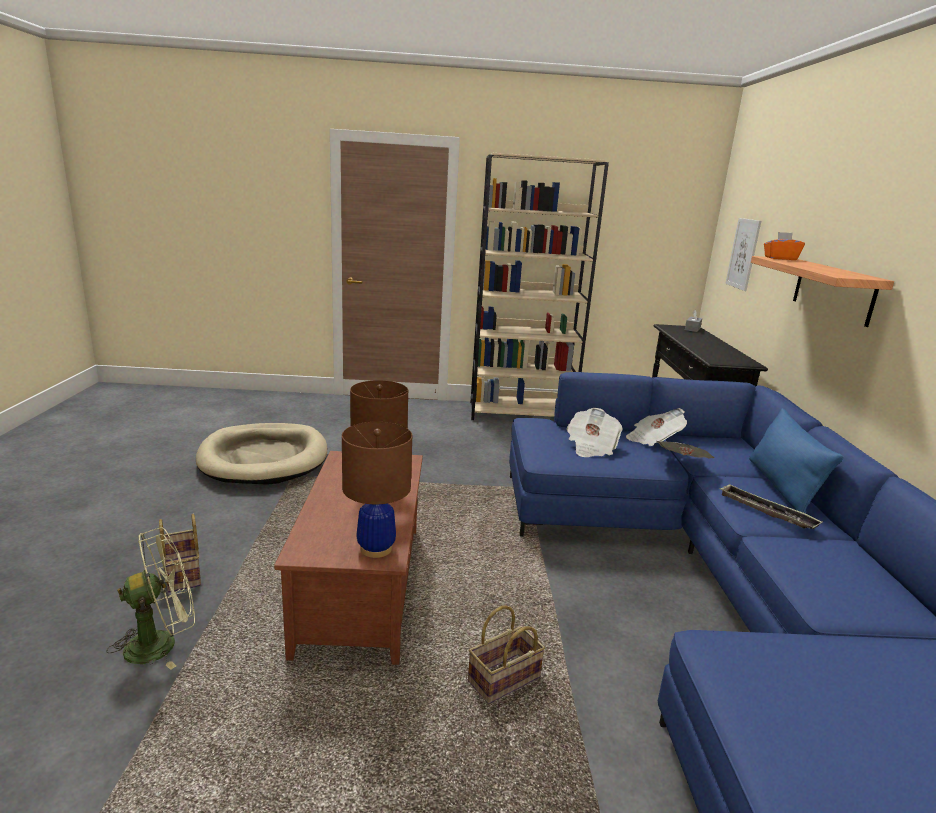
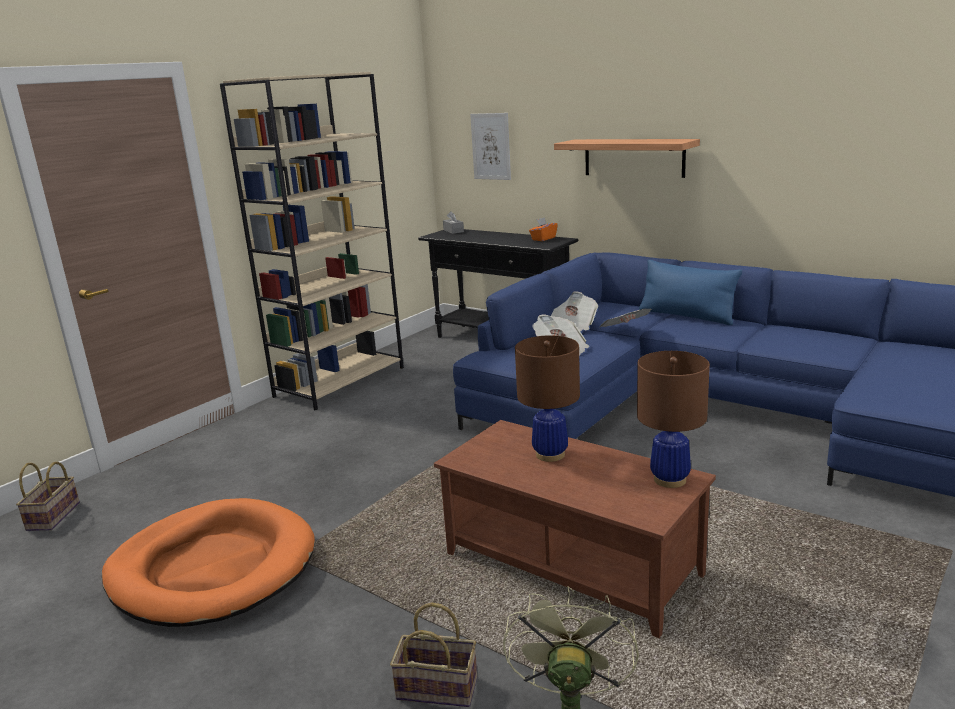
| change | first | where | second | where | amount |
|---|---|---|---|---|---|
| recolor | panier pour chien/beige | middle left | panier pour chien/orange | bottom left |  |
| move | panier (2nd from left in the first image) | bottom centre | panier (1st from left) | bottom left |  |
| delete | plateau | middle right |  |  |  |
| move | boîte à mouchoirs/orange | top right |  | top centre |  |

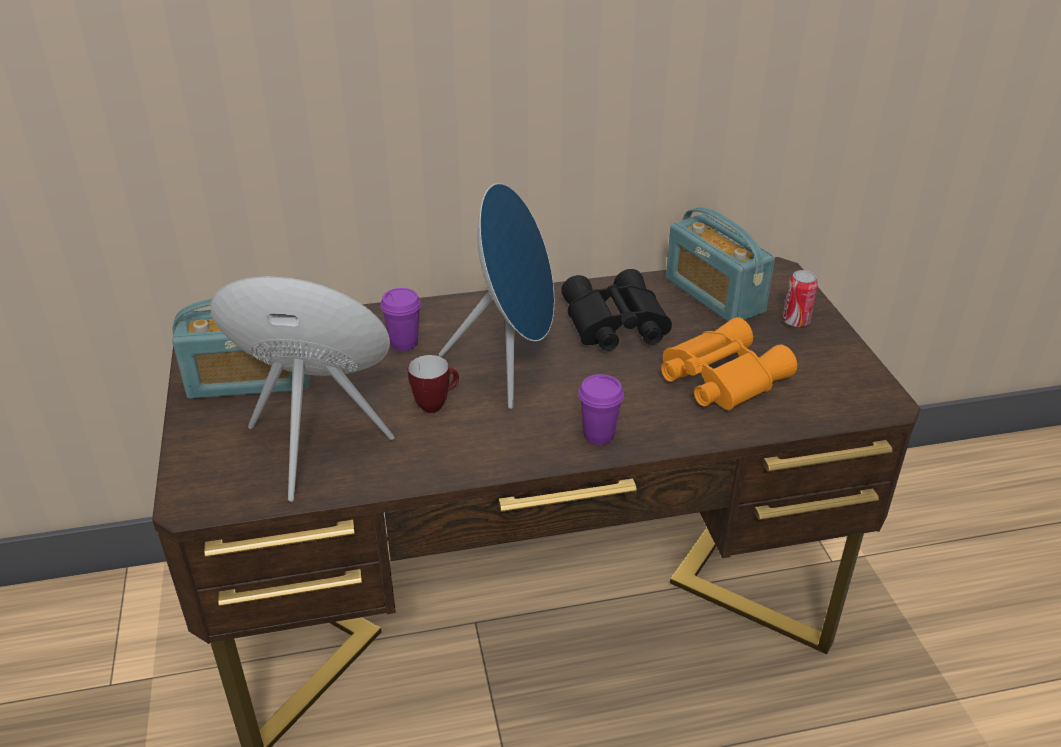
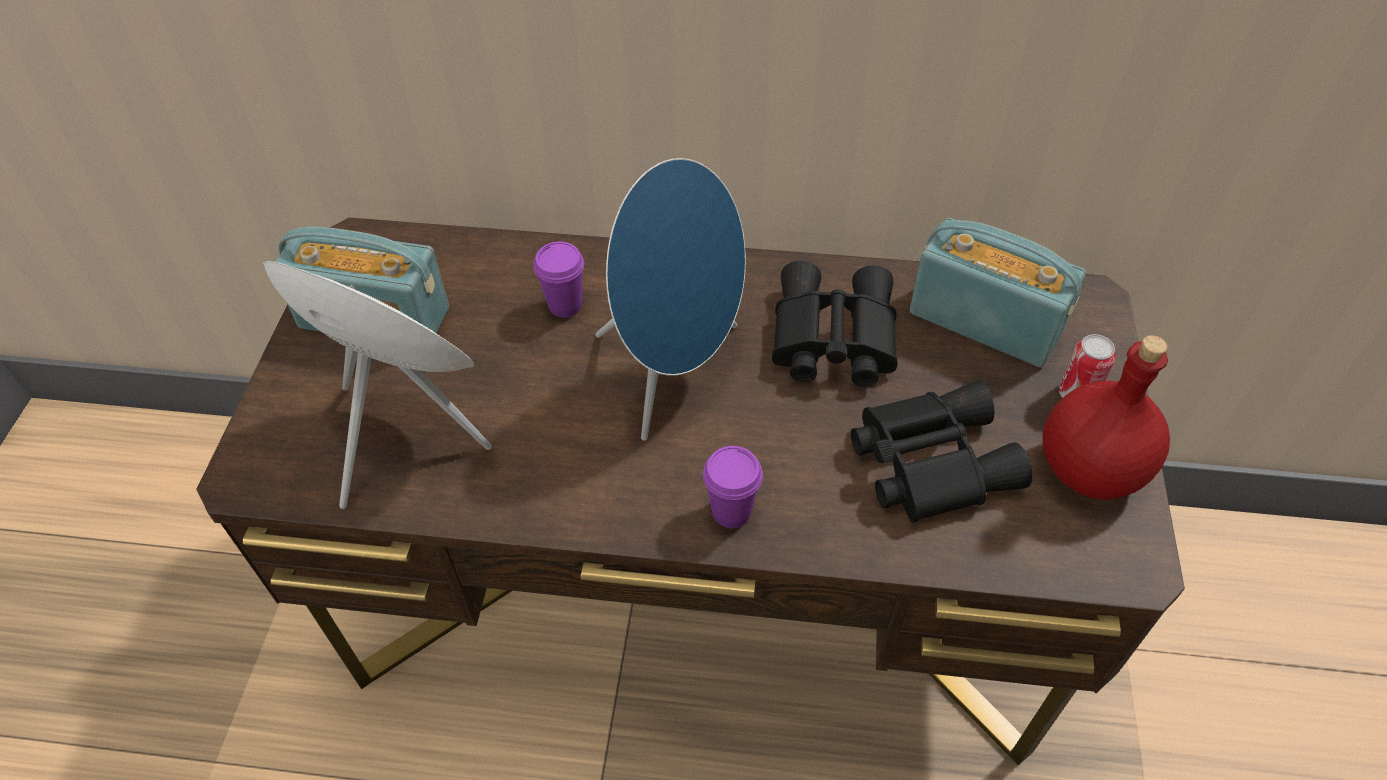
| change | first | where | second | where | amount |
|---|---|---|---|---|---|
| delete | mug | centre |  |  |  |
| recolor | jumelles/orange | middle right | jumelles/noir (2nd from left) | middle right |  |
| rotate | radio (2nd from left) | middle right |  | middle right | 135 degrees clockwise |
| insert |  |  | bouteille/rouge | middle right |  |

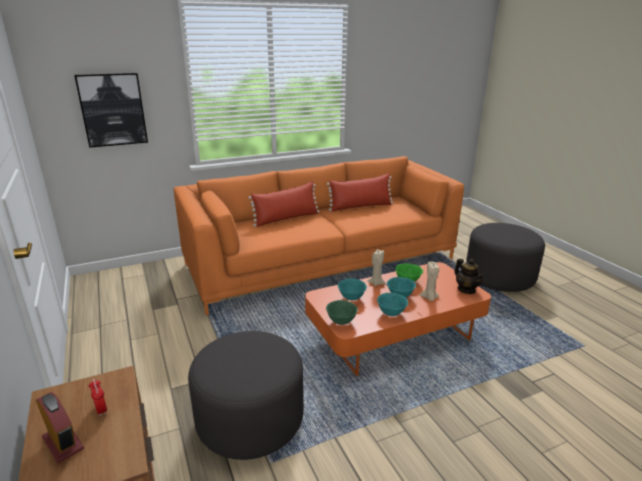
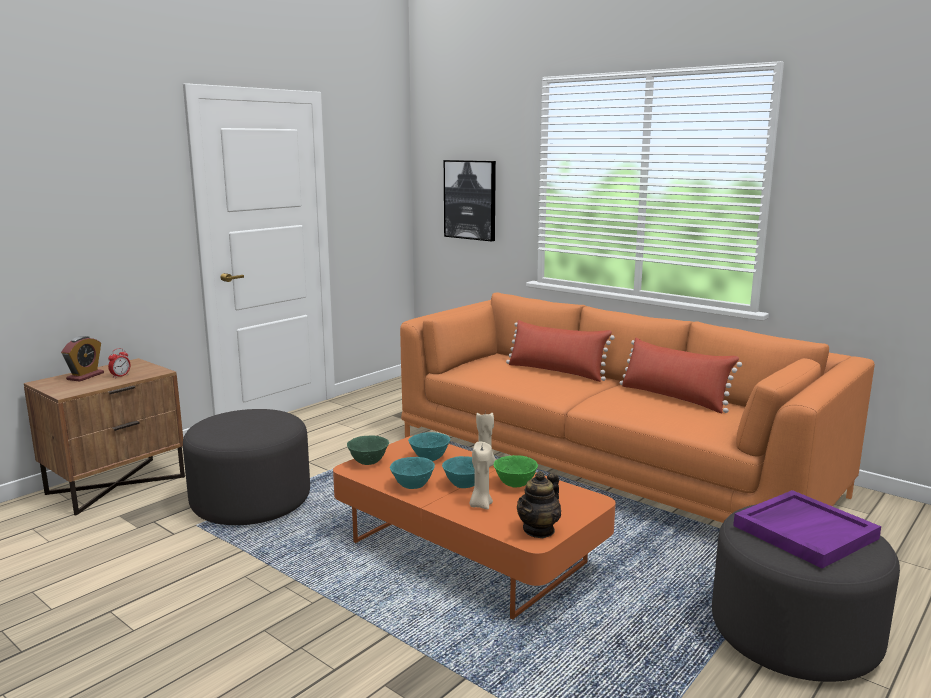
| change | first | where | second | where | amount |
|---|---|---|---|---|---|
| insert |  |  | plateau/violet | bottom right |  |

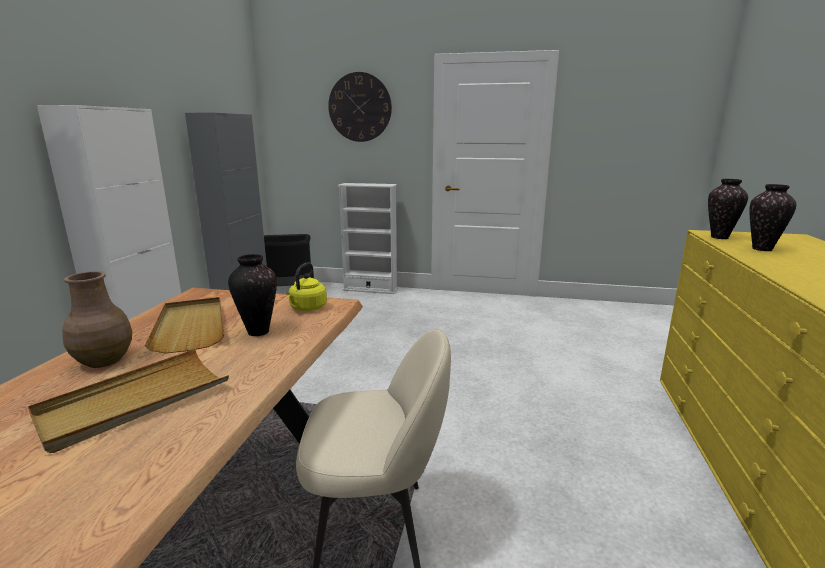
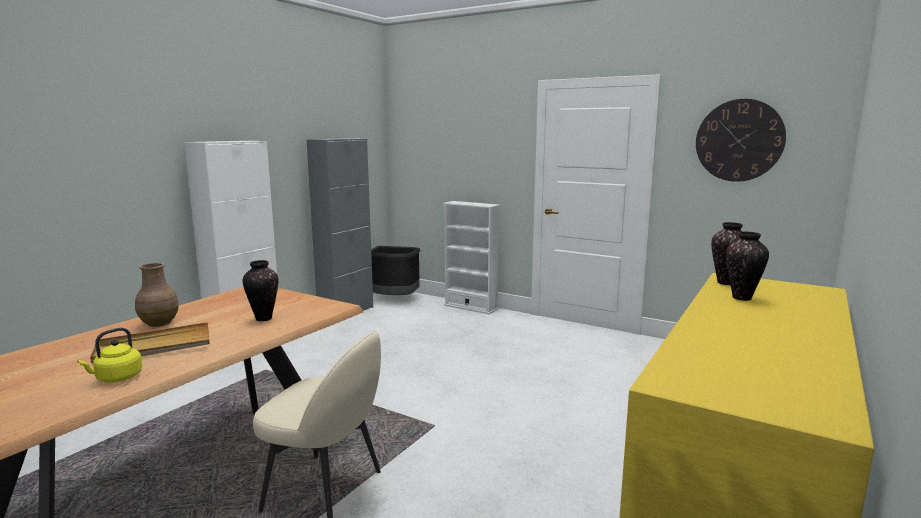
| change | first | where | second | where | amount |
|---|---|---|---|---|---|
| delete | plateau/beige (2nd from left) | middle left |  |  |  |
| move | bouilloire/jaune | centre |  | bottom left |  |
| move | horloge murale | top centre |  | top right |  |

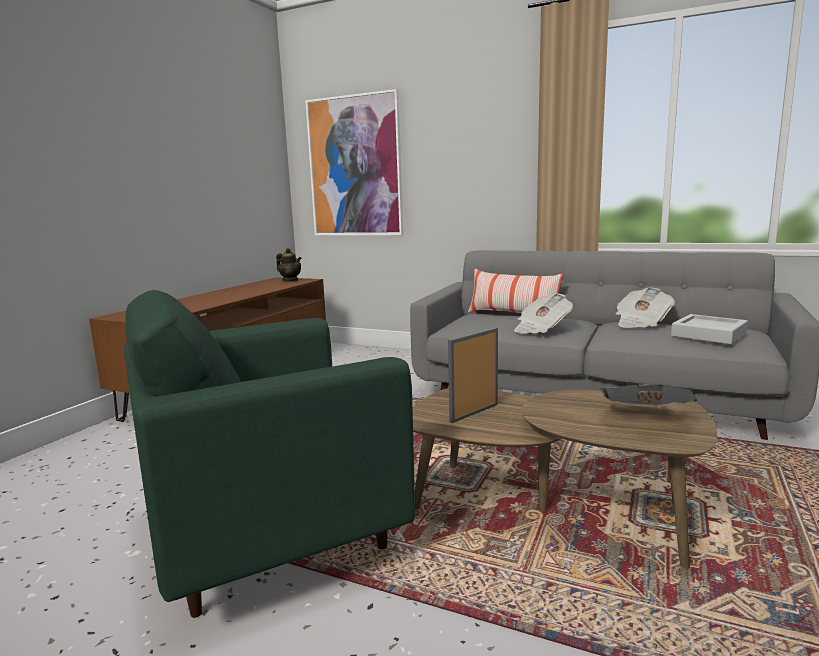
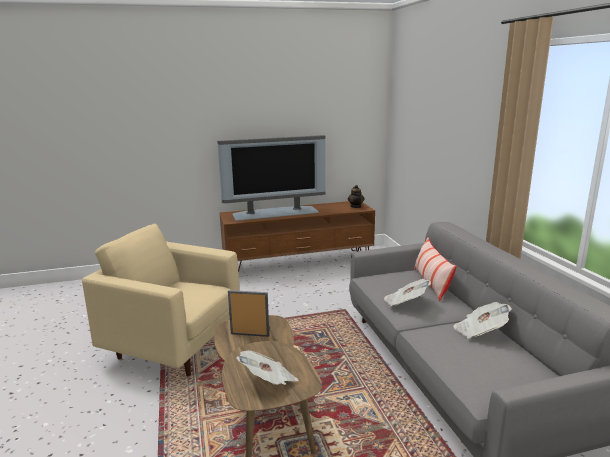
| change | first | where | second | where | amount |
|---|---|---|---|---|---|
| recolor | fauteuil/vert | bottom left | fauteuil/beige | middle left |  |
| delete | tableau | top centre |  |  |  |
| delete | plateau/gris | middle right |  |  |  |
| insert |  |  | téléviseur | centre |  |

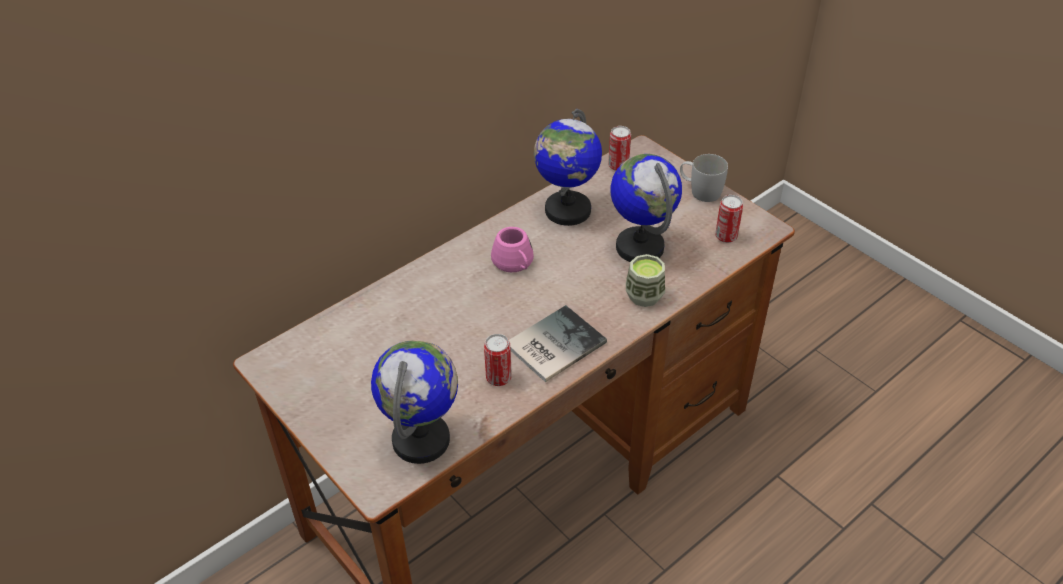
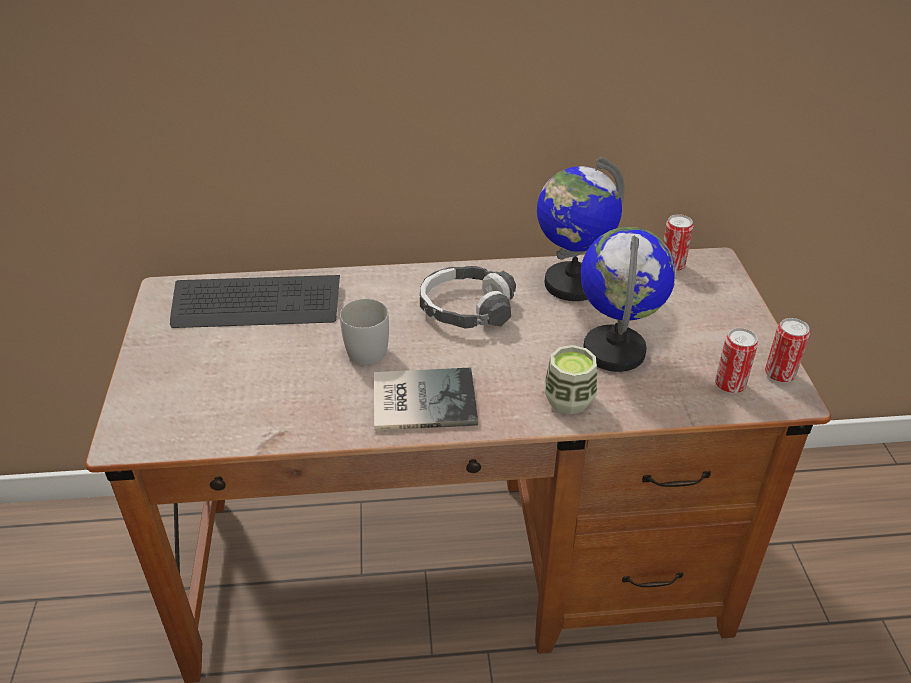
| change | first | where | second | where | amount |
|---|---|---|---|---|---|
| delete | globe (1st from left) | bottom centre |  |  |  |
| move | boîte métallique (1st from left in the first image) | centre | boîte métallique (3rd from left) | middle right |  |
| replace | mug/rose | centre | casque audio | centre |  |
| move | mug/blanc | top centre |  | centre |  |
| insert |  |  | clavier | middle left |  |

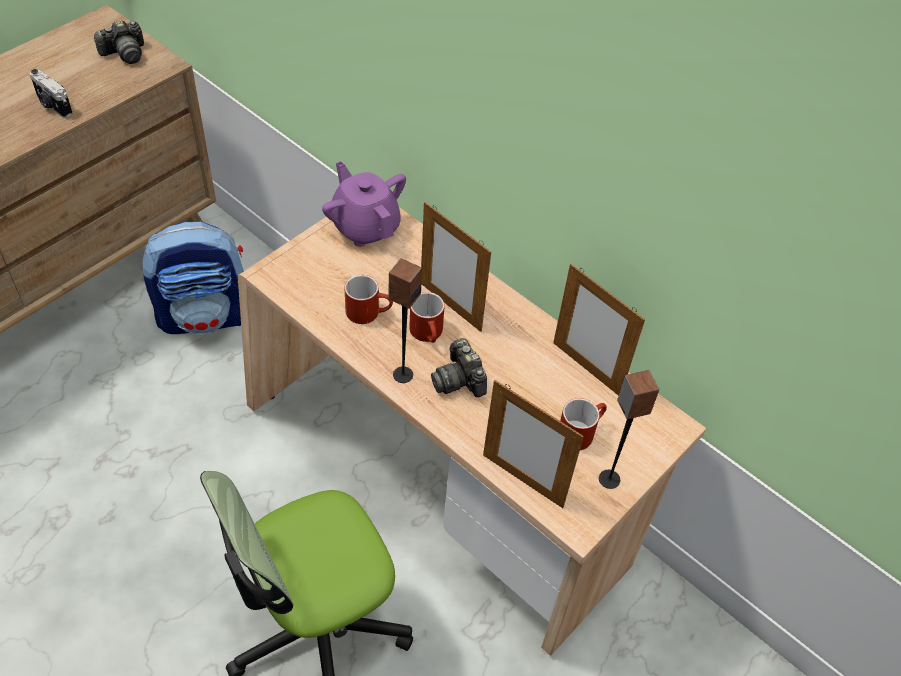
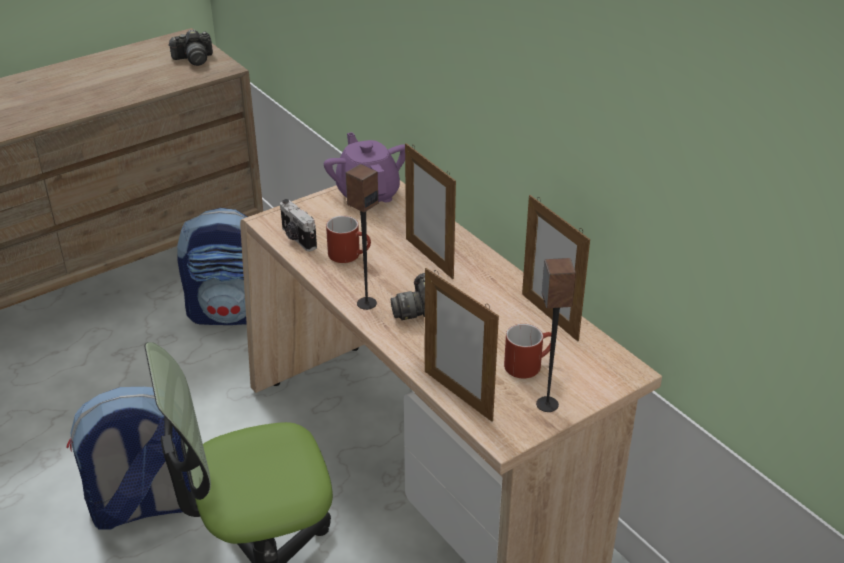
| change | first | where | second | where | amount |
|---|---|---|---|---|---|
| move | appareil photo (1st from left in the first image) | top left | appareil photo (2nd from left) | centre |  |
| delete | mug/rouge (2nd from left) | centre |  |  |  |
| insert |  |  | sac à dos (1st from left) | bottom left |  |

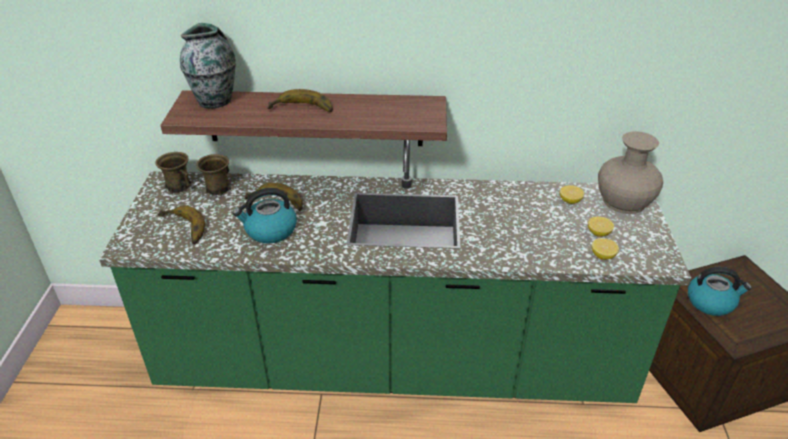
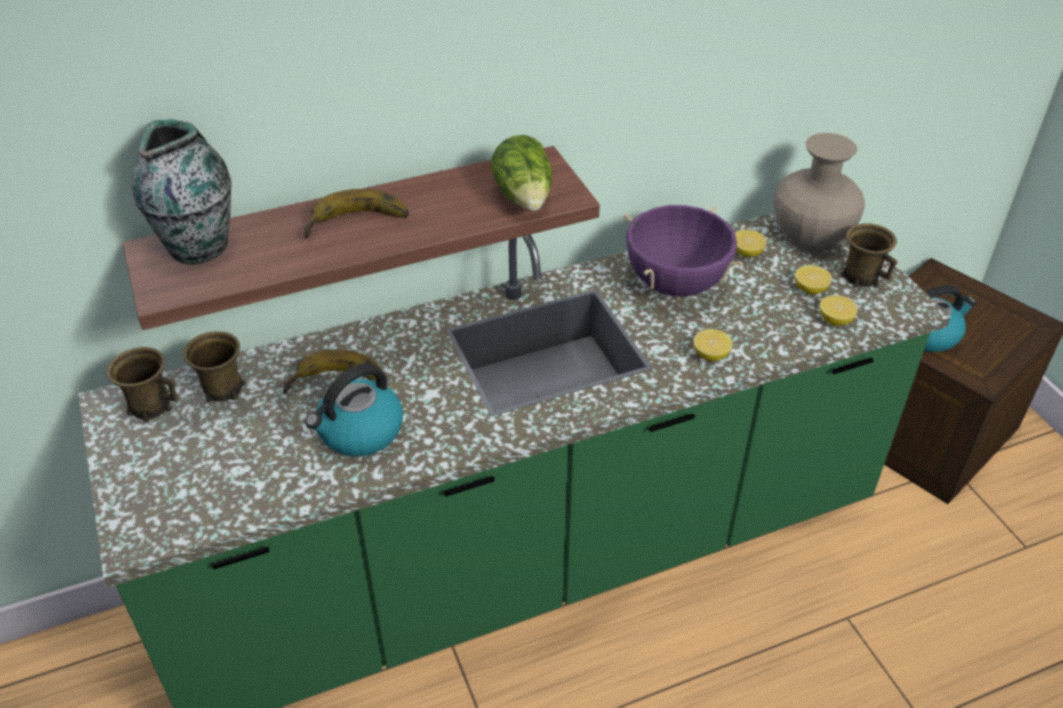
| change | first | where | second | where | amount |
|---|---|---|---|---|---|
| delete | banane (1st from left) | middle left |  |  |  |
| insert |  |  | laitue | top centre |  |
| insert |  |  | marmite/violet | centre |  |
| insert |  |  | citron (1st from left) | middle right |  |
| insert |  |  | mug/marron (3rd from left) | middle right |  |

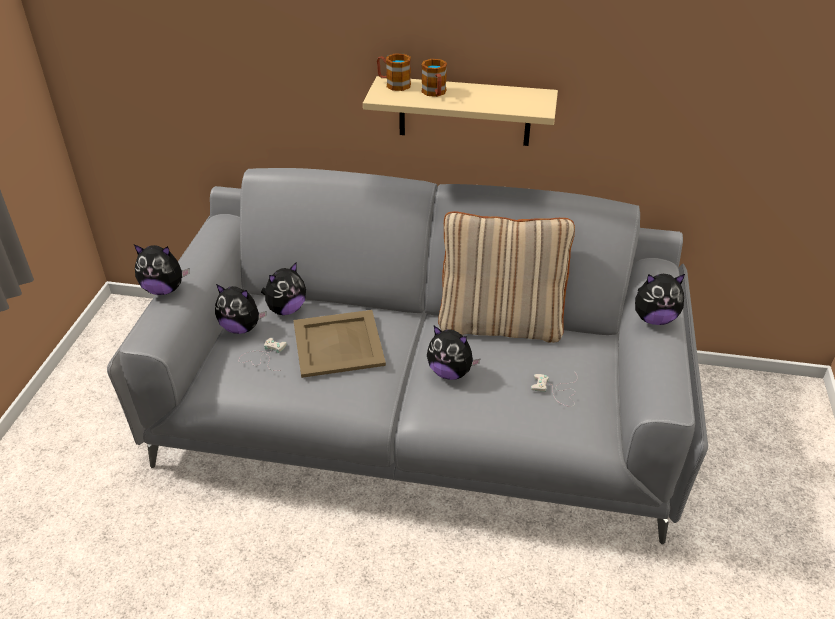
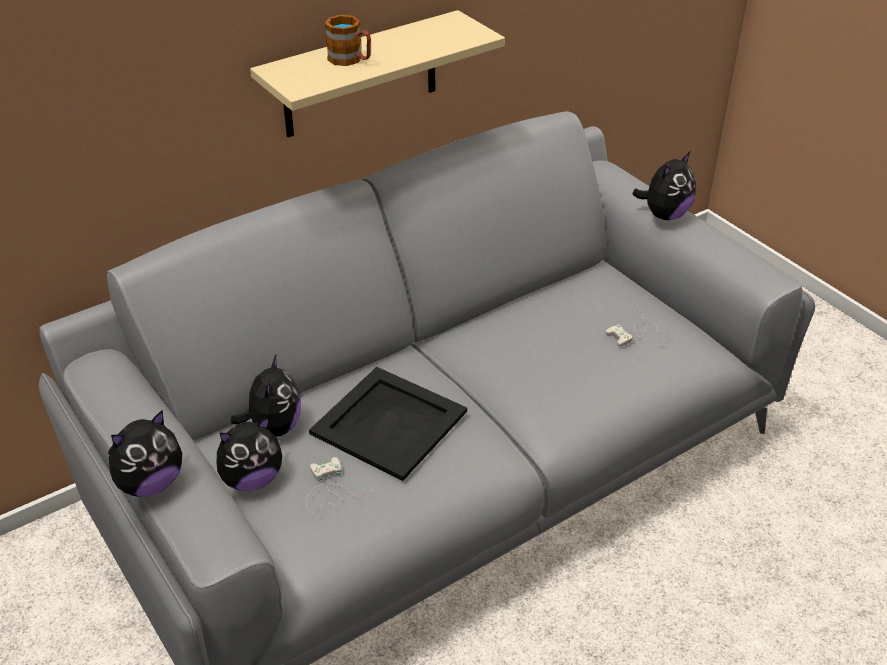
| change | first | where | second | where | amount |
|---|---|---|---|---|---|
| recolor | plateau/beige | centre | plateau/noir | centre |  |
| delete | mug (1st from left) | top centre |  |  |  |
| delete | peluche (4th from left) | centre |  |  |  |
| delete | coussin/beige | centre |  |  |  |

